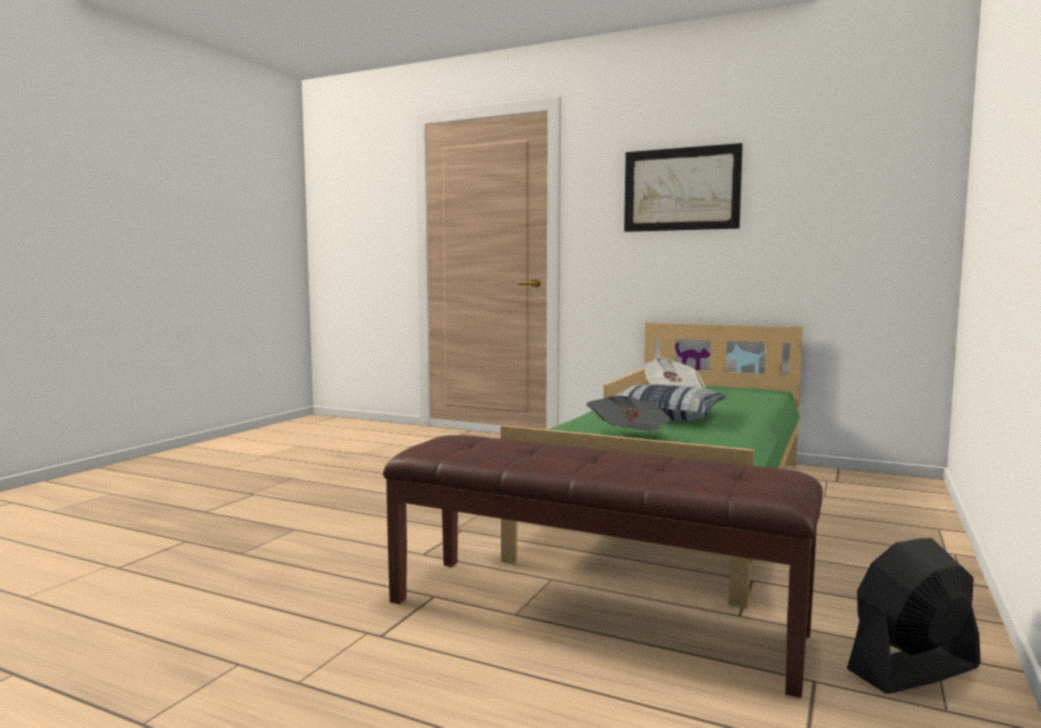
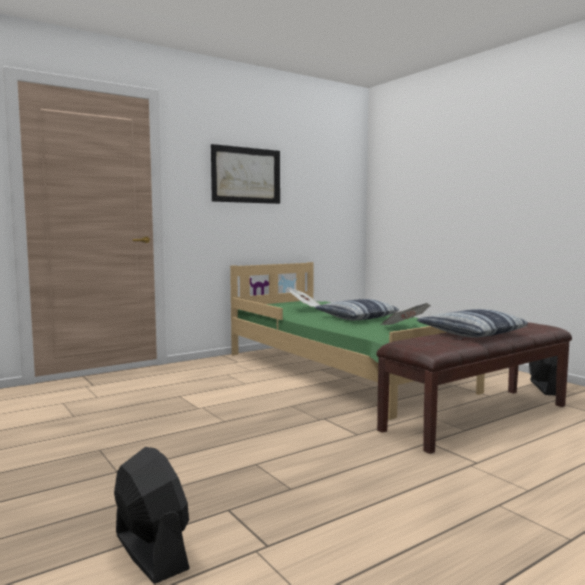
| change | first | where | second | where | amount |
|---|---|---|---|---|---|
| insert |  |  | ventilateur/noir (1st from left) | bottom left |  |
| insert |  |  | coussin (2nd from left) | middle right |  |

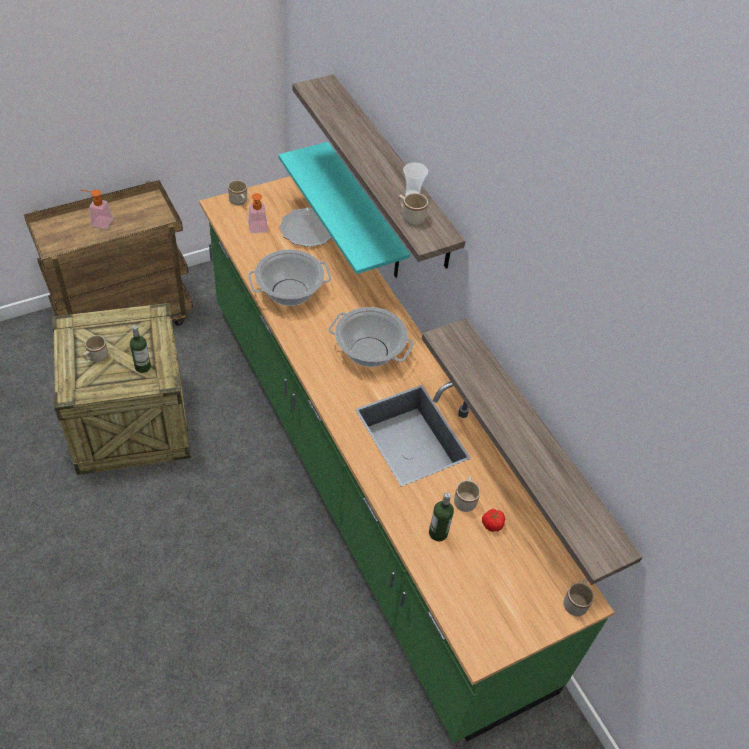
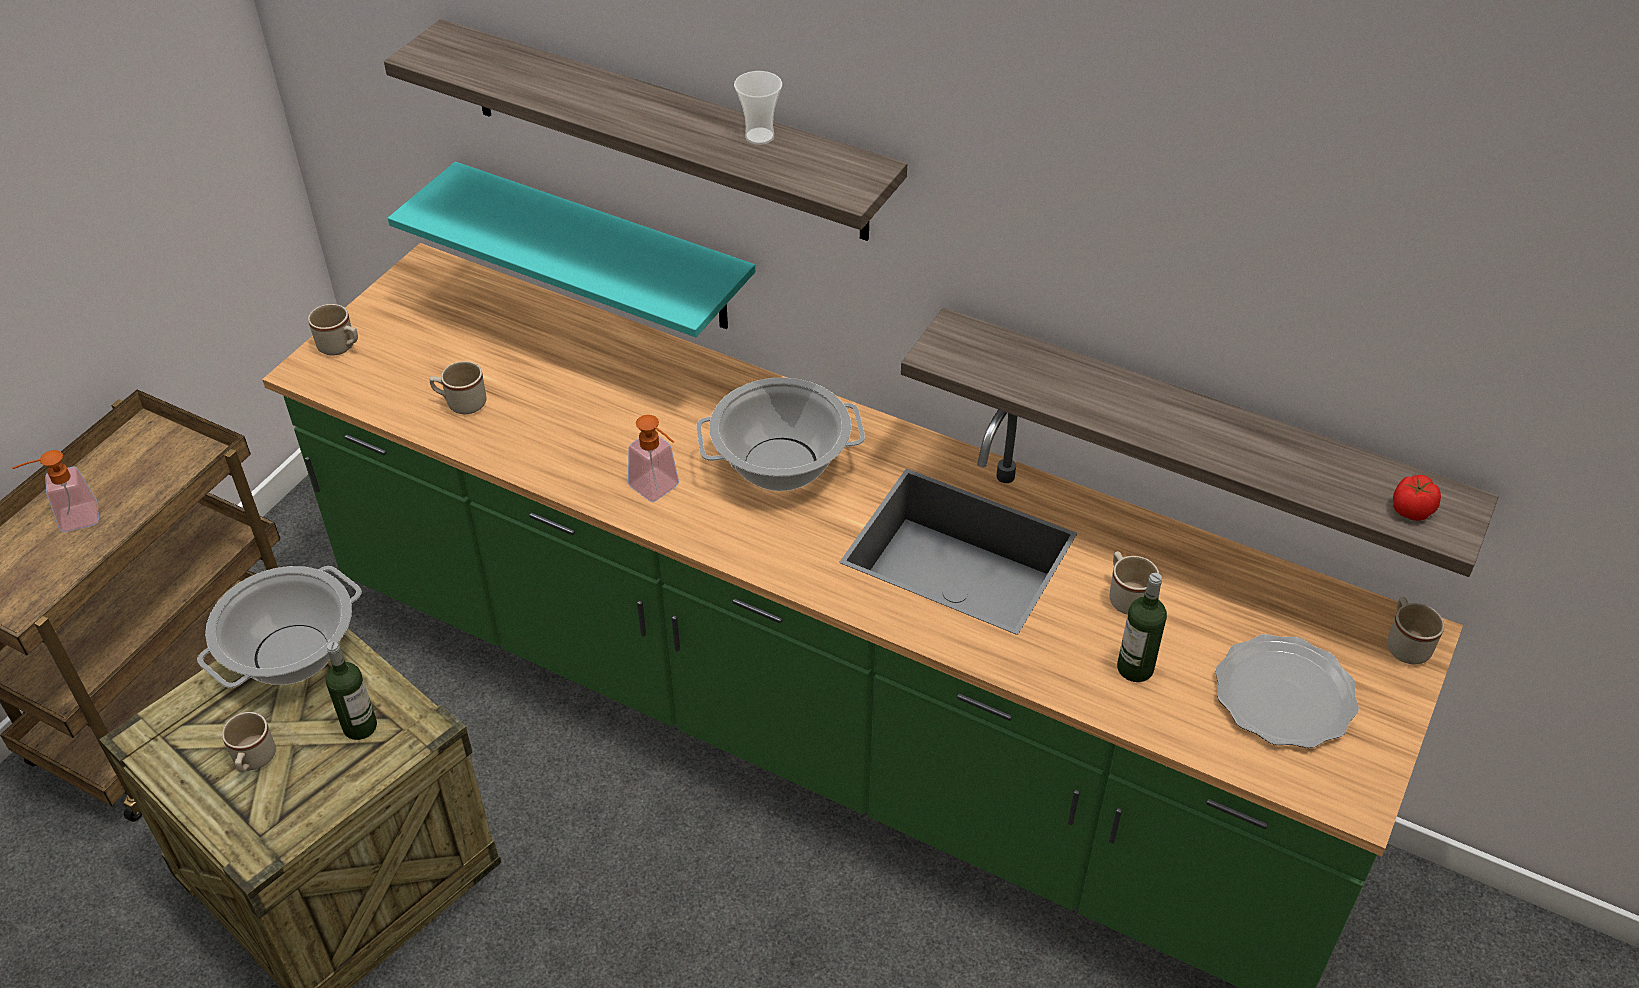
| change | first | where | second | where | amount |
|---|---|---|---|---|---|
| move | distributeur de savon (2nd from left) | top centre |  | centre |  |
| move | marmite (1st from left) | centre |  | middle left |  |
| move | assiette | top centre |  | bottom right |  |
| move | mug/beige (3rd from left) | top centre |  | middle left |  |
| move | tomate | bottom centre |  | middle right |  |

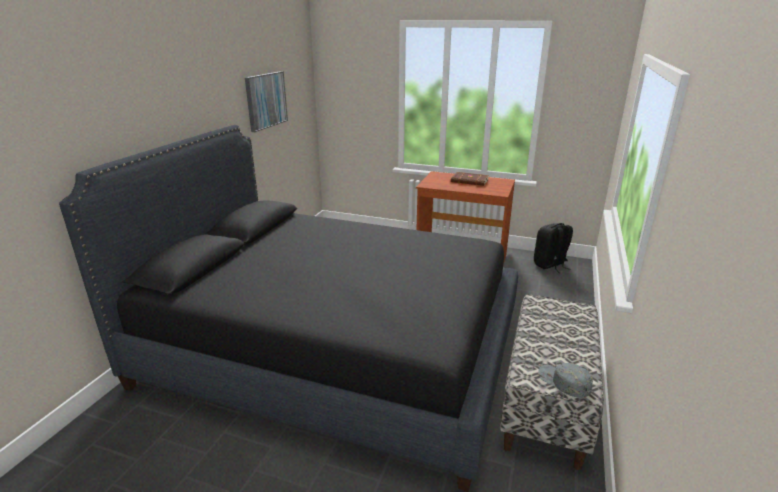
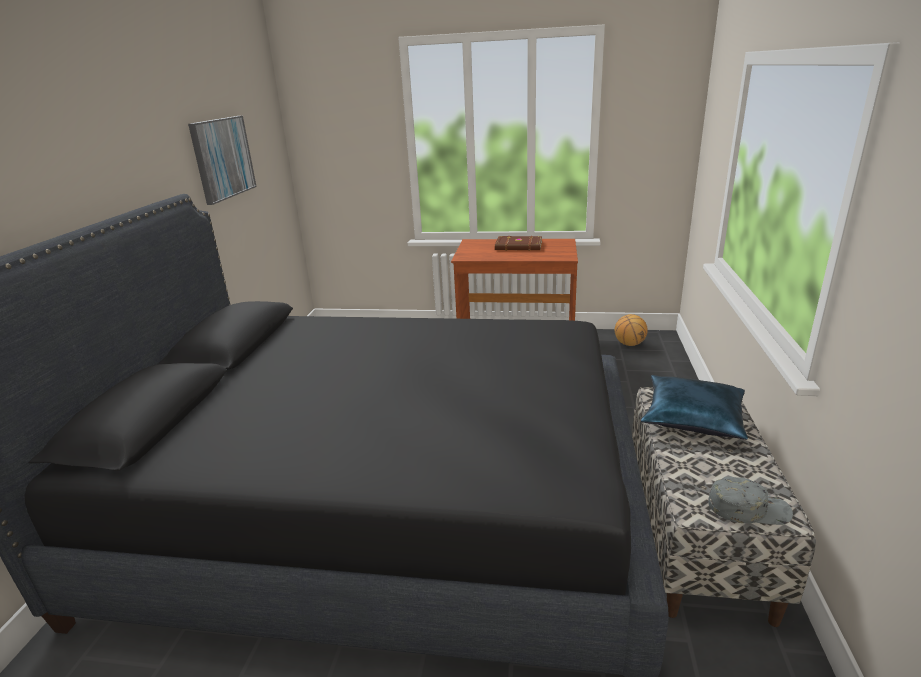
| change | first | where | second | where | amount |
|---|---|---|---|---|---|
| replace | sac à dos/noir | middle right | ballon de basket | middle right |  |
| rotate | casquette/gris | bottom right |  | bottom right | 150 degrees clockwise |
| insert |  |  | coussin/bleu | middle right |  |

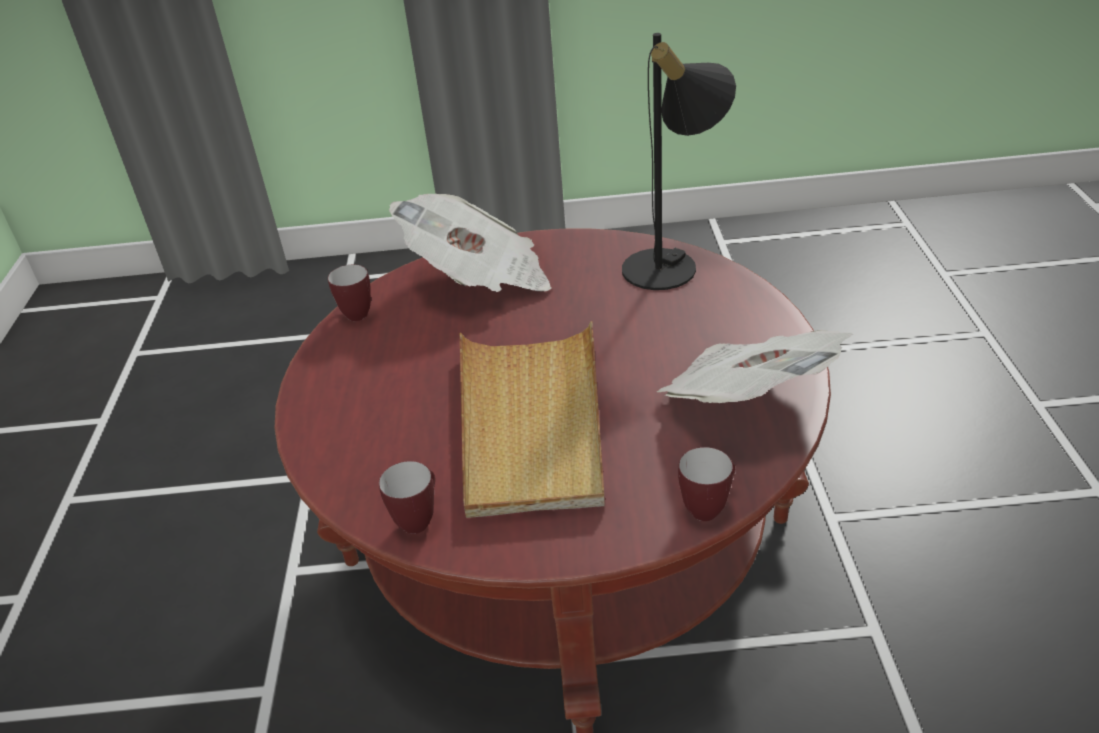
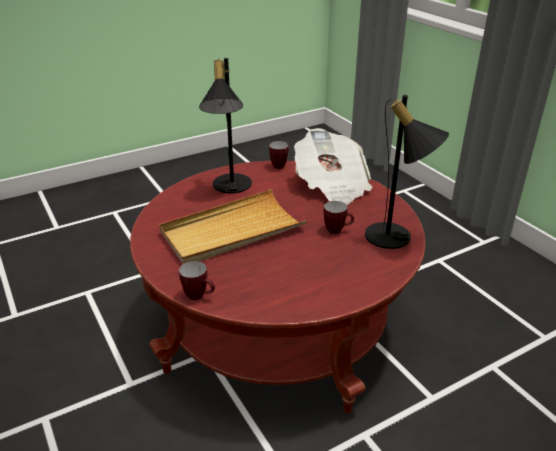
| change | first | where | second | where | amount |
|---|---|---|---|---|---|
| move | mug (2nd from left in the first image) | bottom centre | mug (3rd from left) | centre |  |
| delete | journal (2nd from left) | middle right |  |  |  |
| insert |  |  | lampe de table/noir (1st from left) | top centre |  |

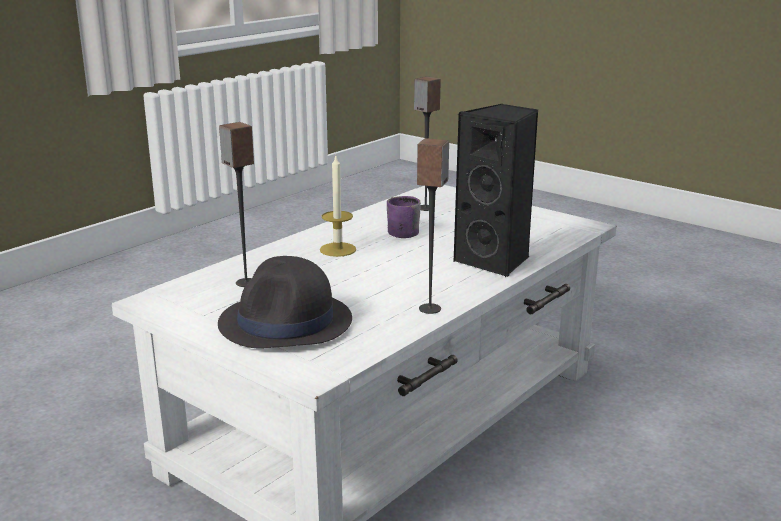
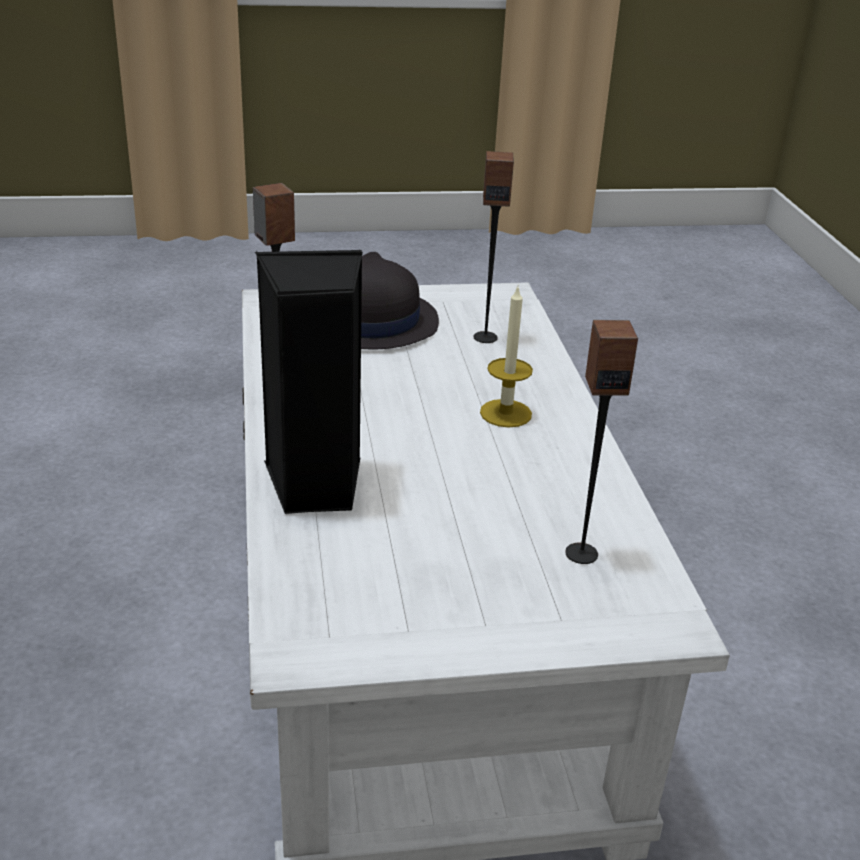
| change | first | where | second | where | amount |
|---|---|---|---|---|---|
| delete | mug/violet | centre |  |  |  |

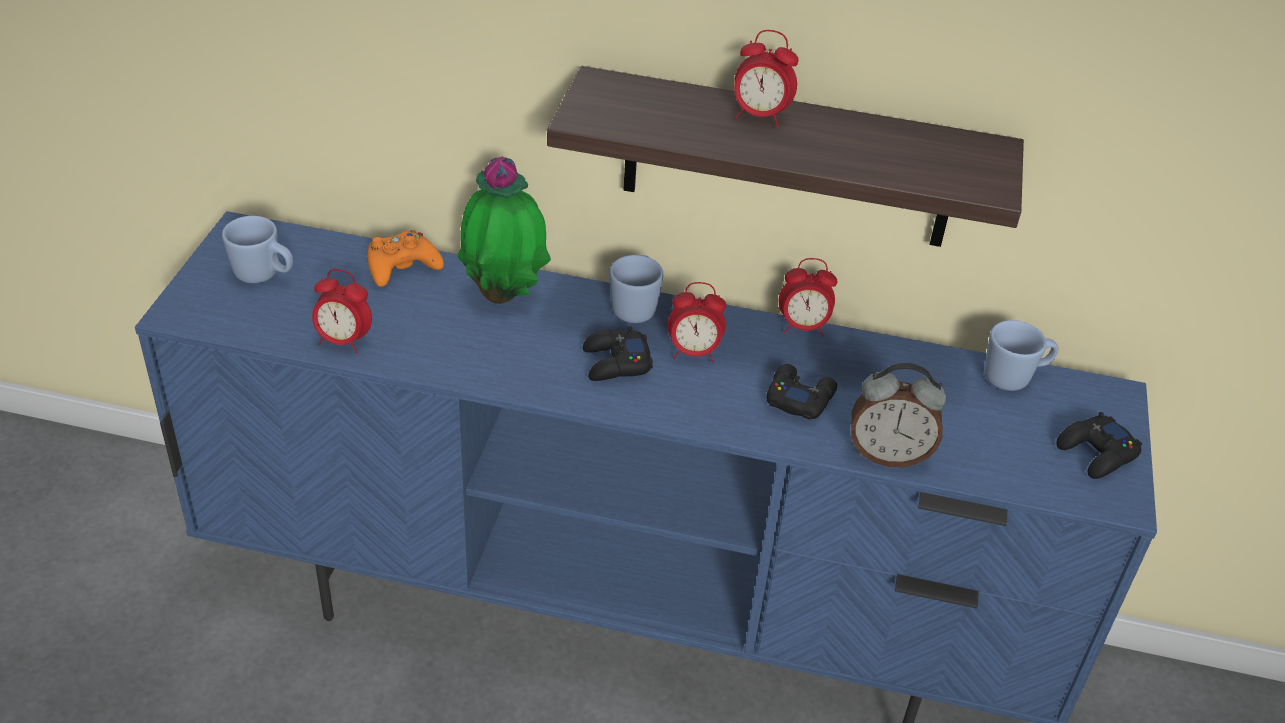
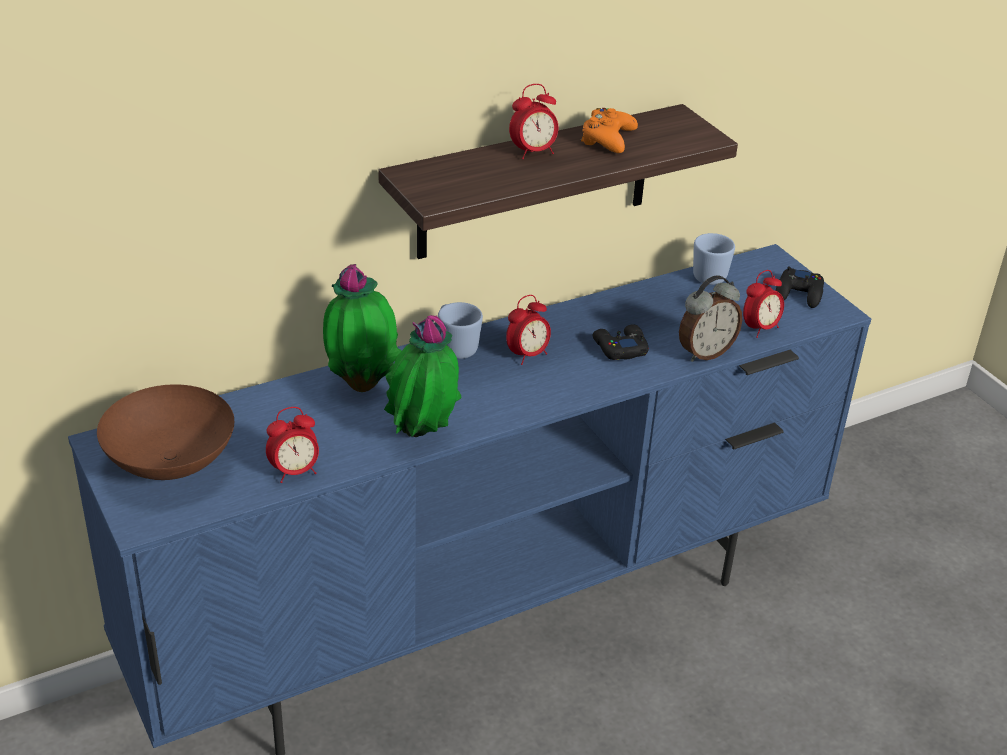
| change | first | where | second | where | amount |
|---|---|---|---|---|---|
| replace | mug/bleu (1st from left) | middle left | bol/marron | middle left |  |
| move | manette/orange | middle left |  | top centre |  |
| delete | manette/noir (1st from left) | centre |  |  |  |
| move | réveil (4th from left in the first image) | centre | réveil (5th from left) | middle right |  |
| insert |  |  | plante en pot (2nd from left) | centre |  |

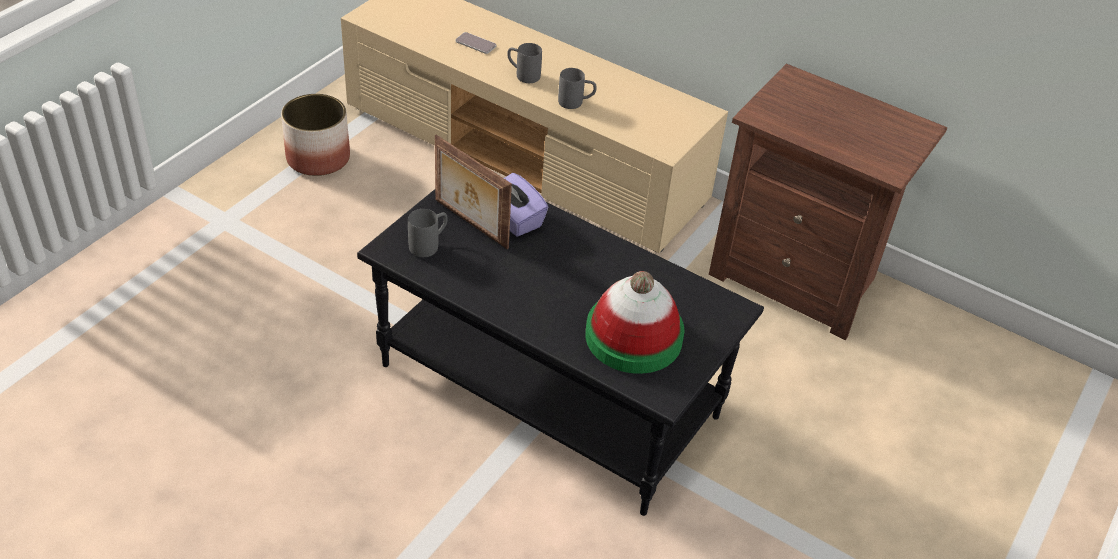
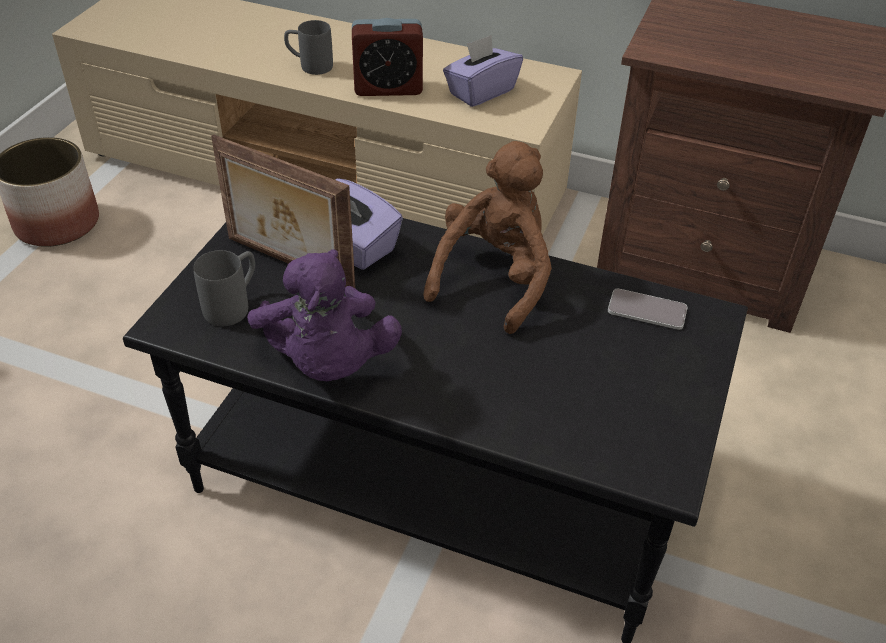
| change | first | where | second | where | amount |
|---|---|---|---|---|---|
| move | téléphone | top centre |  | middle right |  |
| replace | mug/gris (3rd from left) | top centre | réveil | top centre |  |
| delete | chapeau | centre |  |  |  |
| insert |  |  | peluche/violet | centre |  |
| insert |  |  | peluche/marron | centre |  |
| insert |  |  | boîte à mouchoirs/violet (2nd from left) | top centre |  |

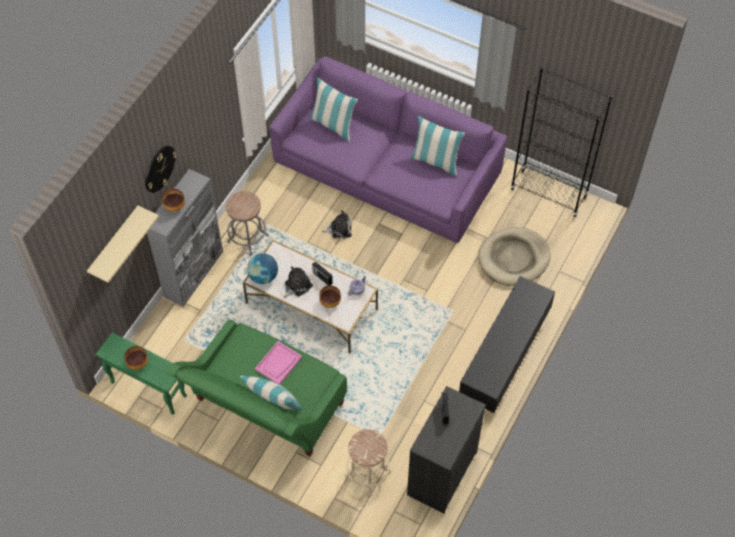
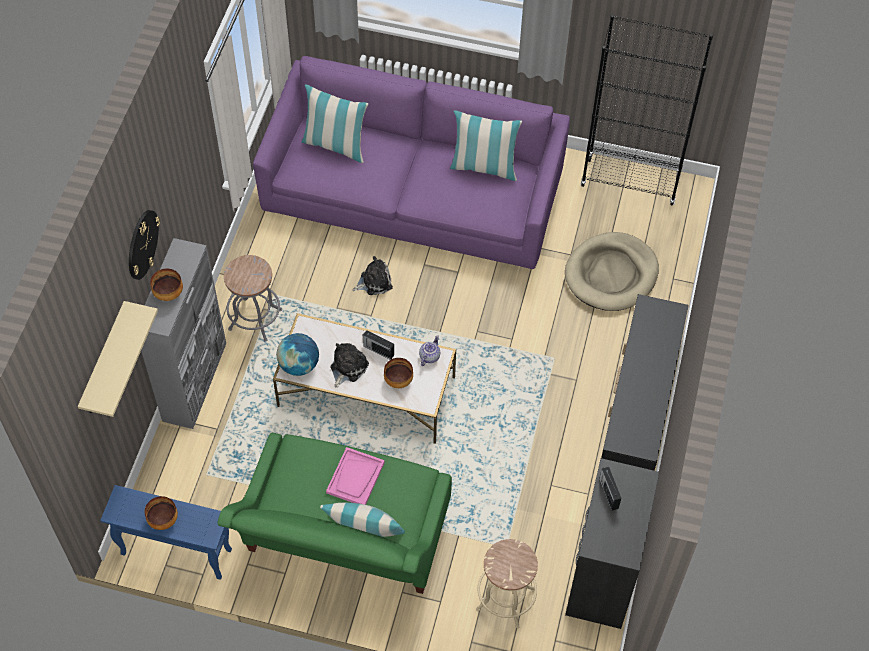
| change | first | where | second | where | amount |
|---|---|---|---|---|---|
| recolor | table d'appoint/vert | bottom left | table d'appoint/bleu | bottom left |  |

